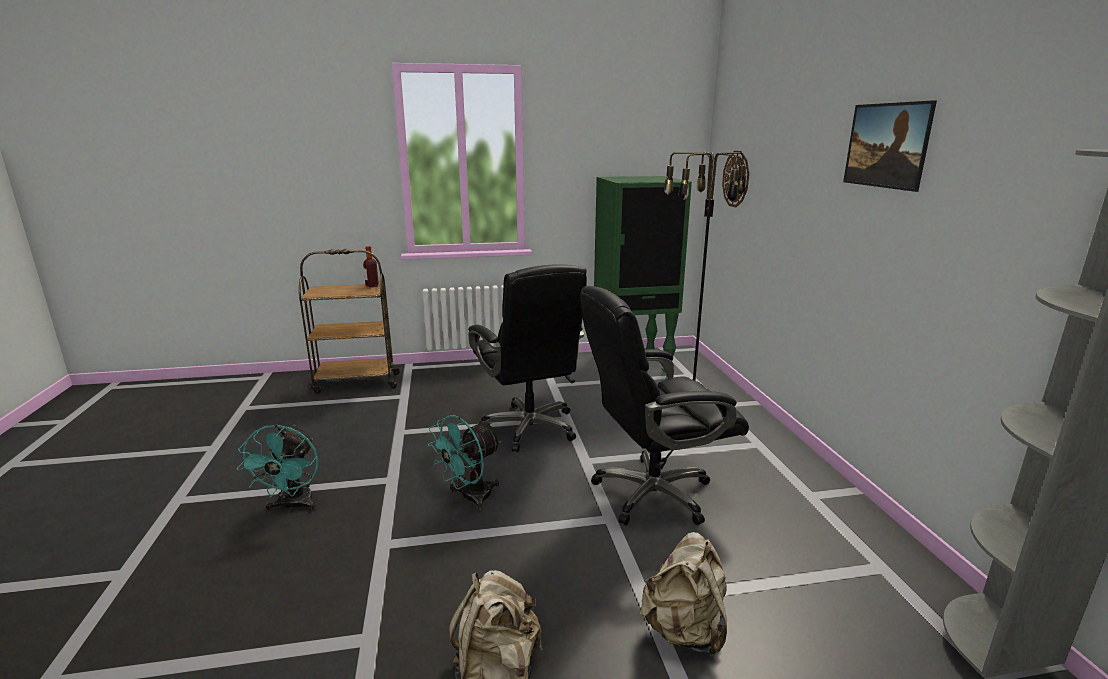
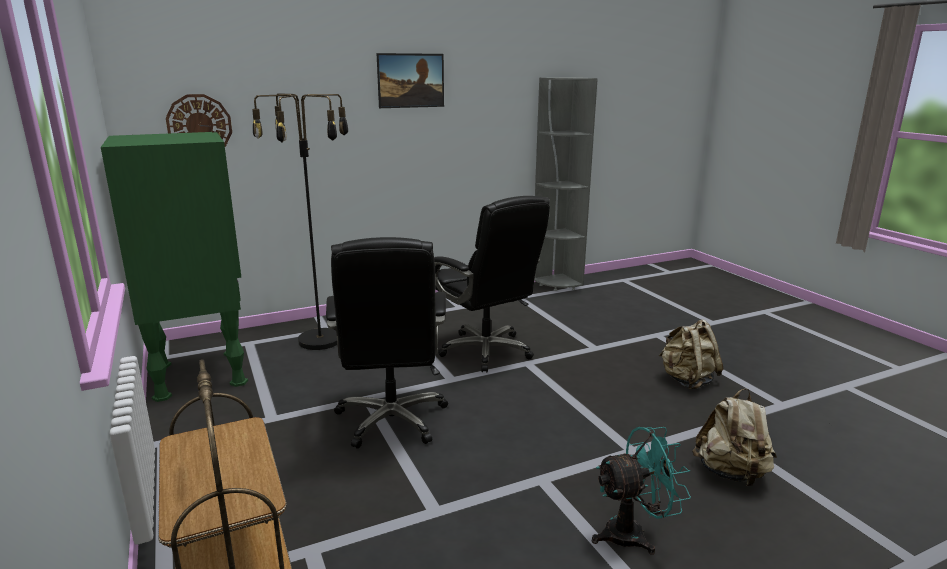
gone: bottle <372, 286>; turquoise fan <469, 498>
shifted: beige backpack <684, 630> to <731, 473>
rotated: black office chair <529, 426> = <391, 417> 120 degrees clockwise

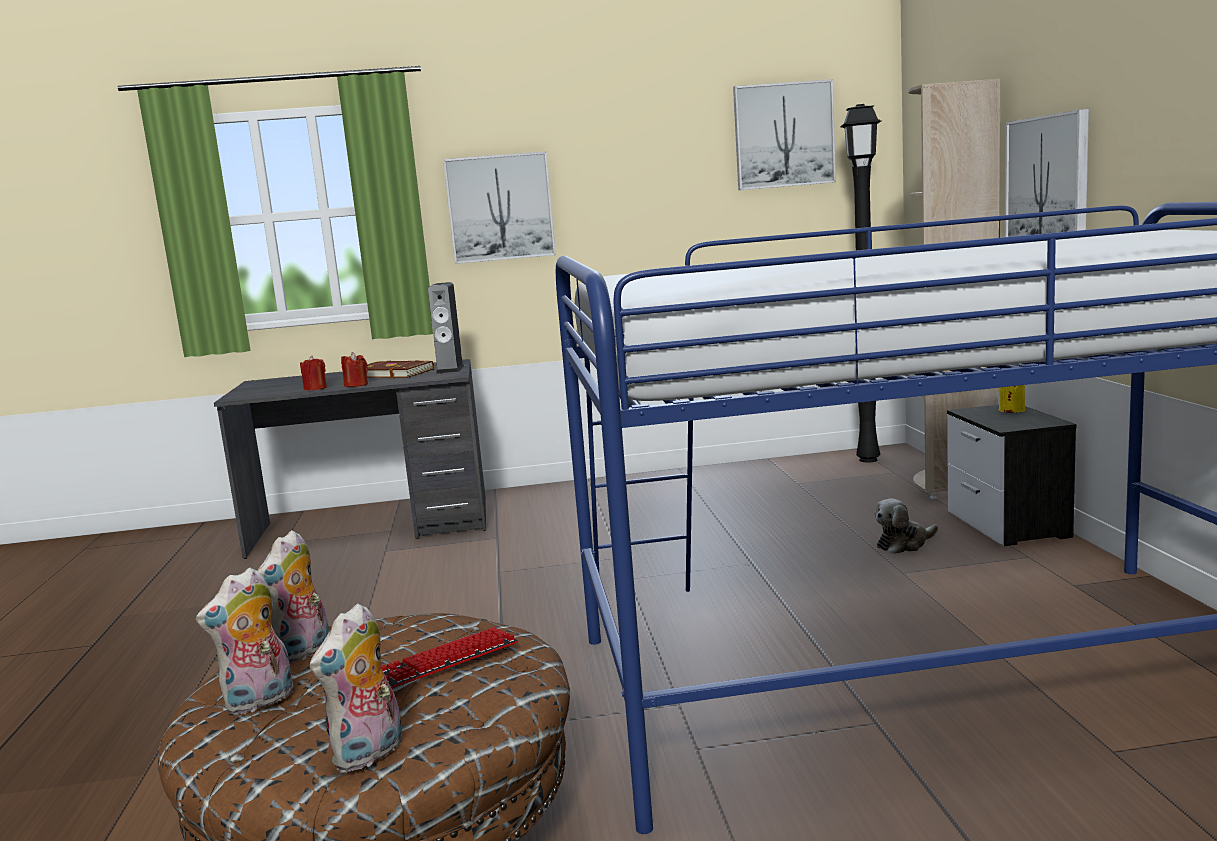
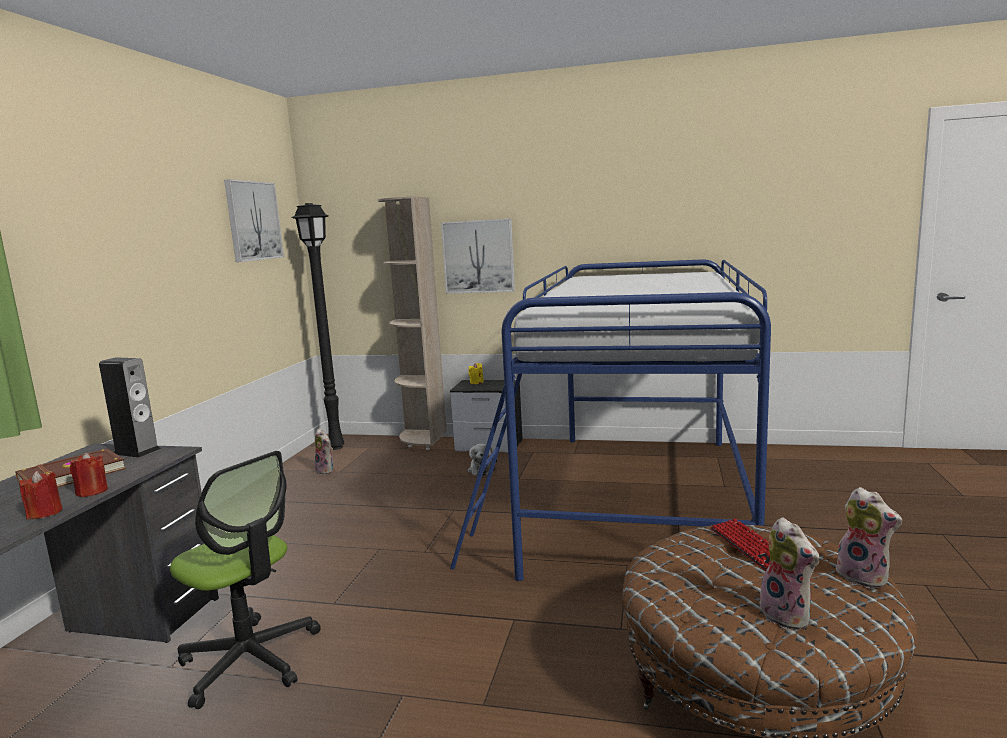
gone: picture <500, 207>
new: office chair <250, 660>
shifted: plush toy <303, 652> to <326, 471>

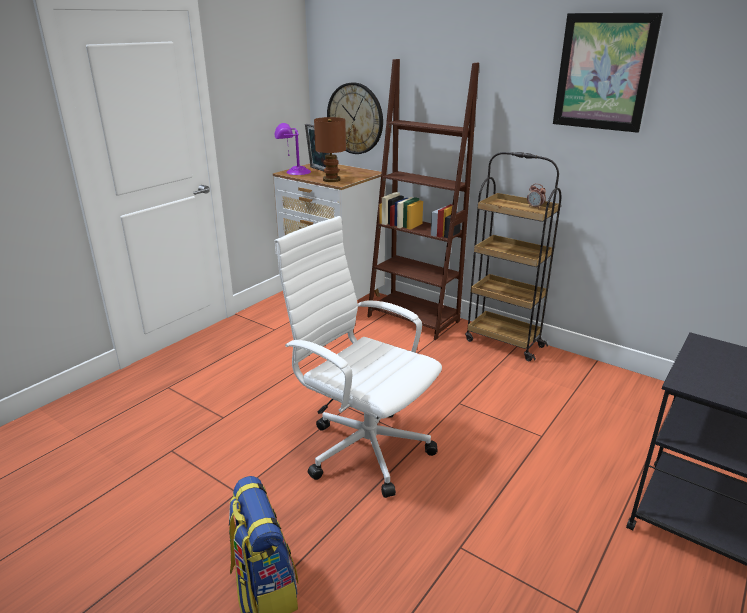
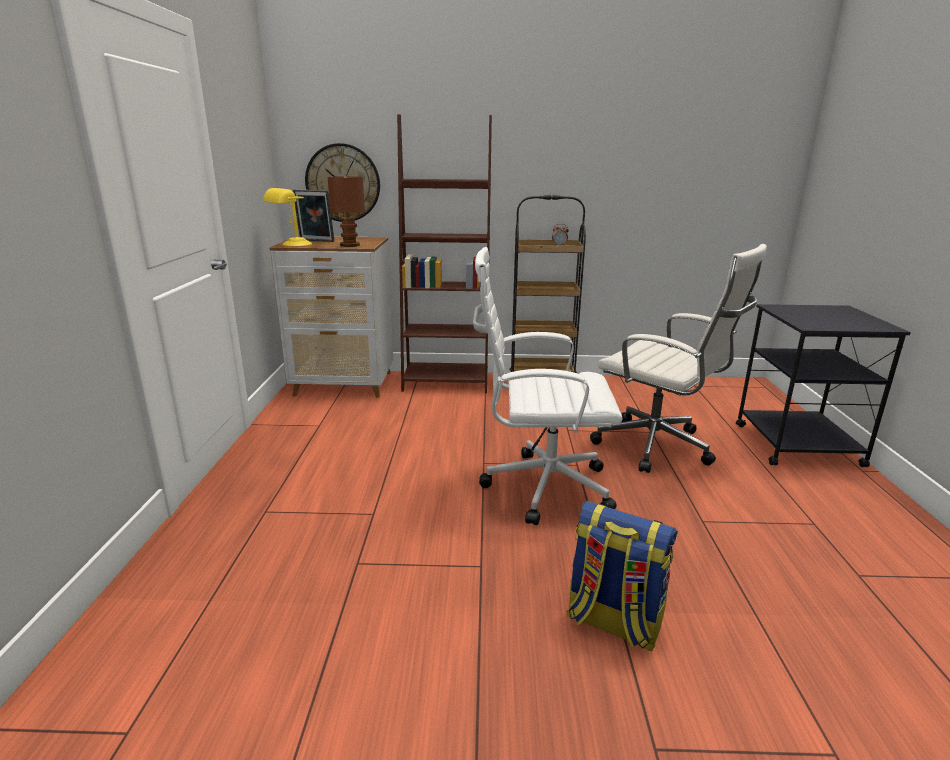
gone: picture <603, 72>
new: white office chair <658, 447>
repainted: purple table lamp <293, 172> to yellow table lamp <292, 244>

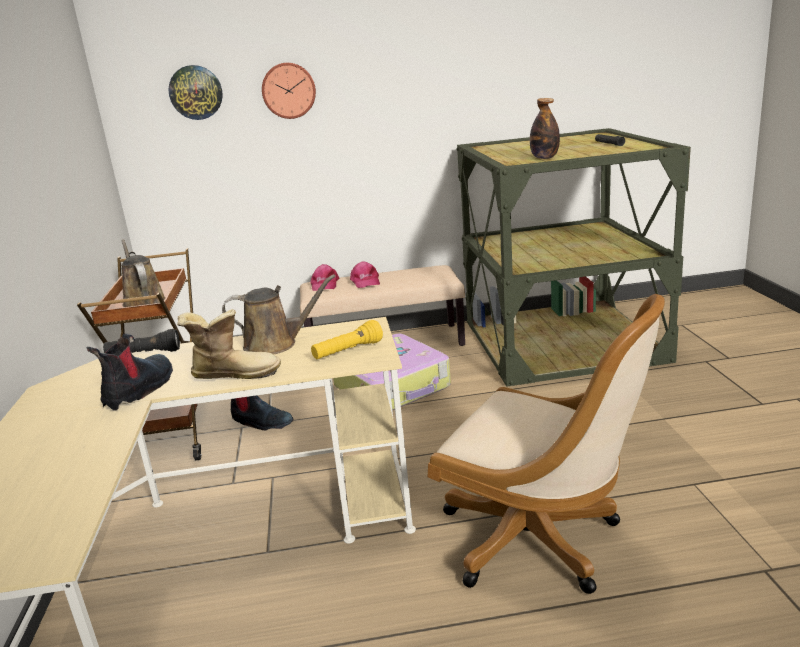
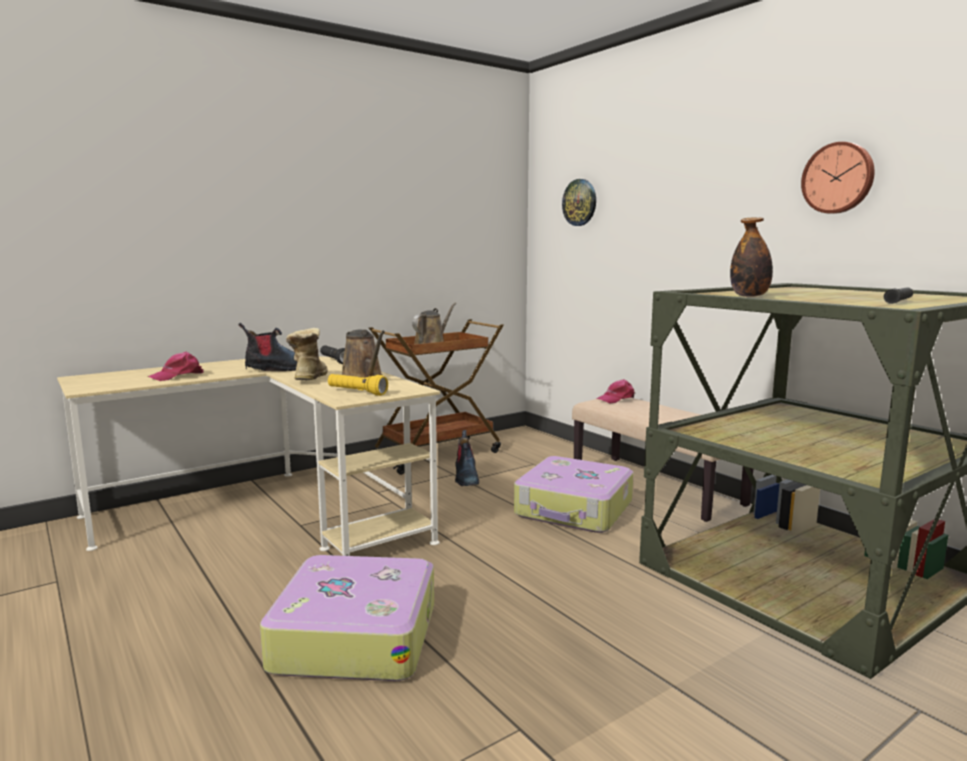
shifted: wall clock <288, 90> to <838, 178>; pink cap <365, 281> to <177, 376>
swapped: office chair <541, 540> to suitcase <355, 635>
rotated: boot <234, 373> = <308, 378> 150 degrees counterclockwise

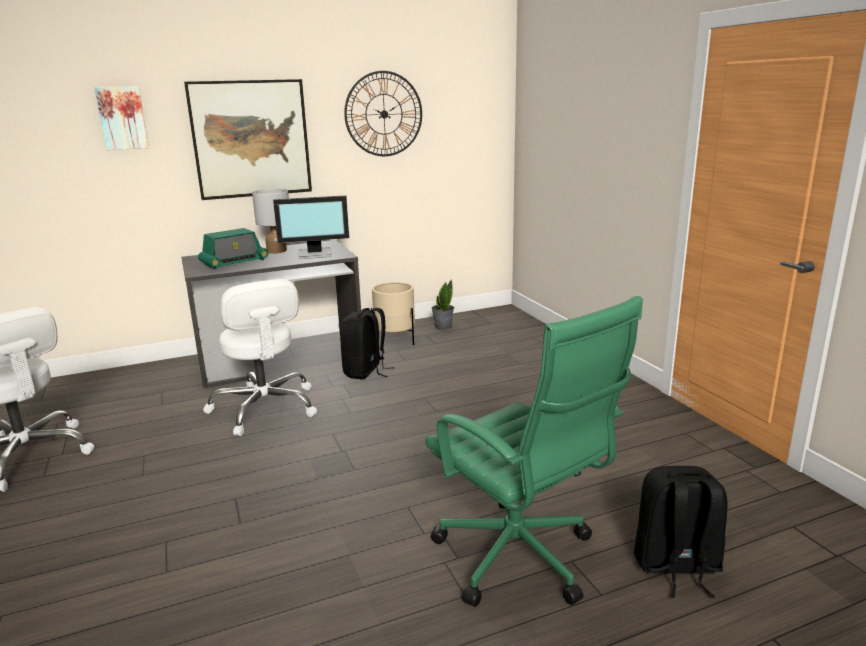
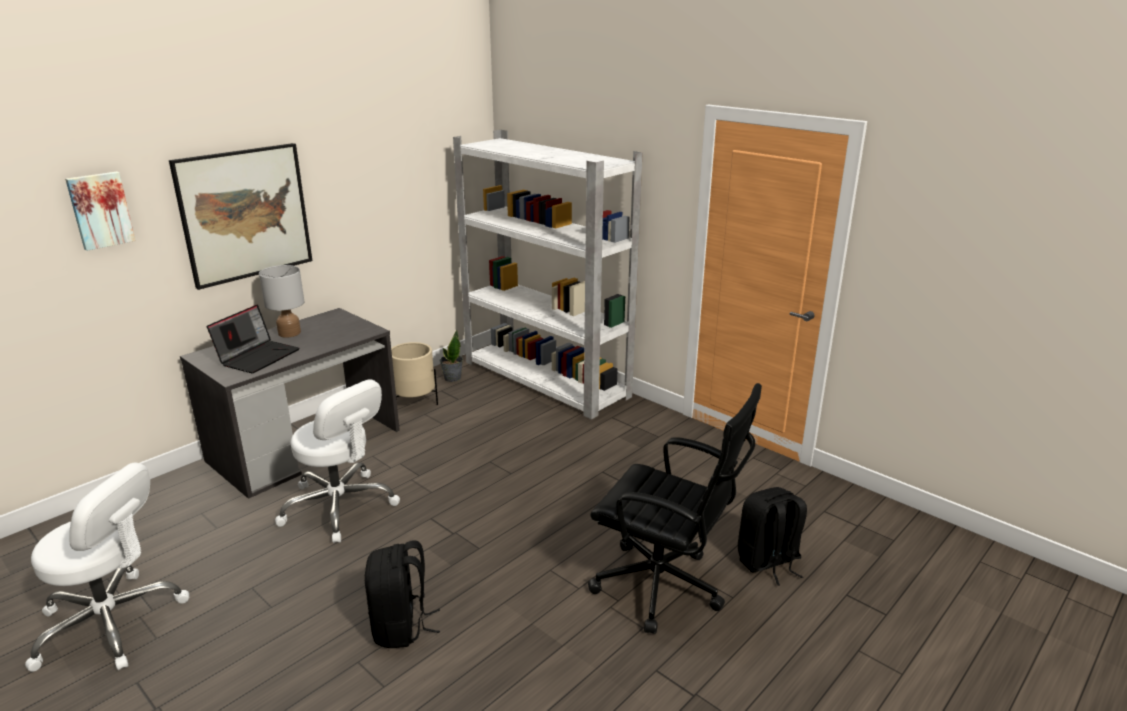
gone: wall clock <384, 114>; monitor <315, 254>
new: white bookcase <545, 379>
shifted: black backpack <366, 372> to <401, 627>
swapped: radio <234, 262> to laptop <258, 356>
repainted: green office chair <520, 560> to black office chair <664, 588>

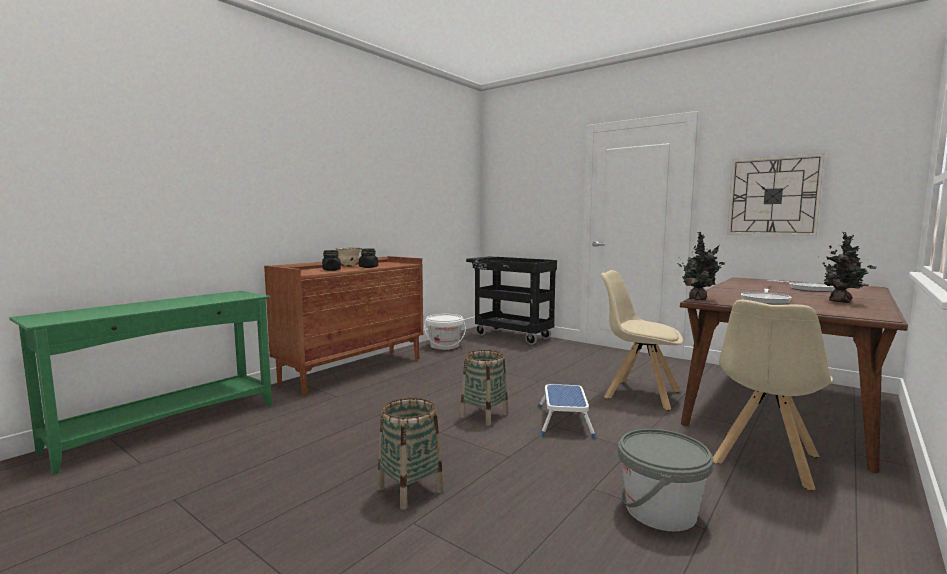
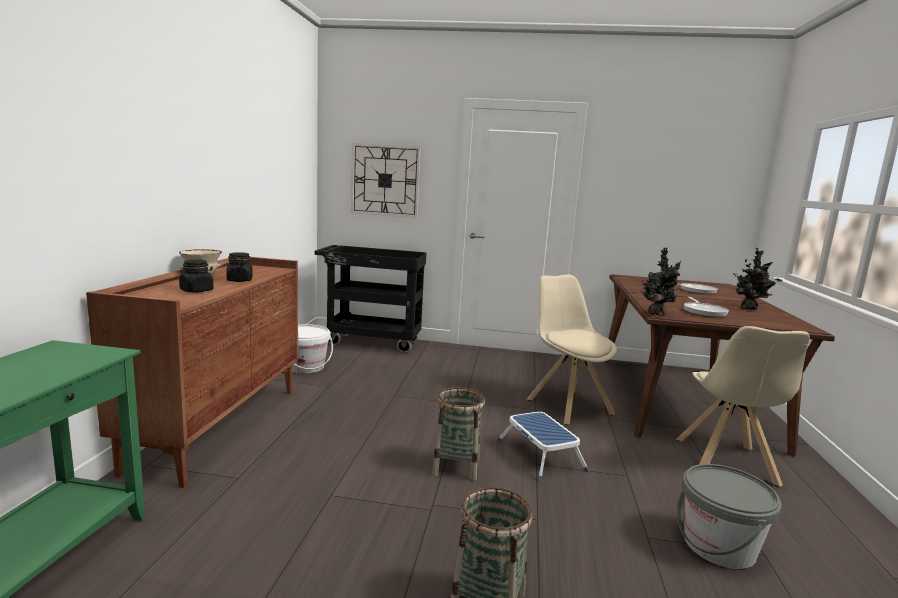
shifted: wall clock <773, 196> to <385, 180>
rotated: beige chair <638, 394> = <567, 405> 60 degrees clockwise

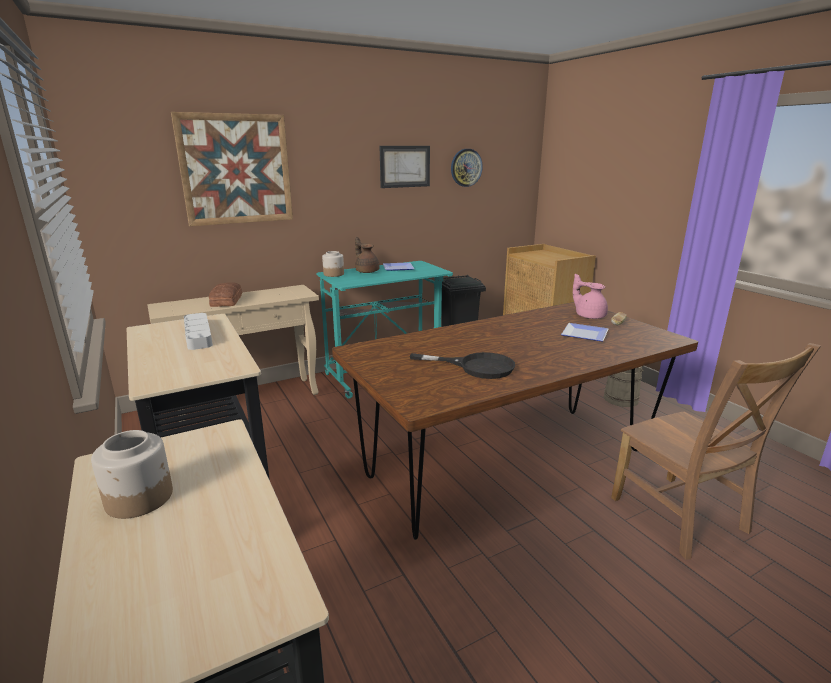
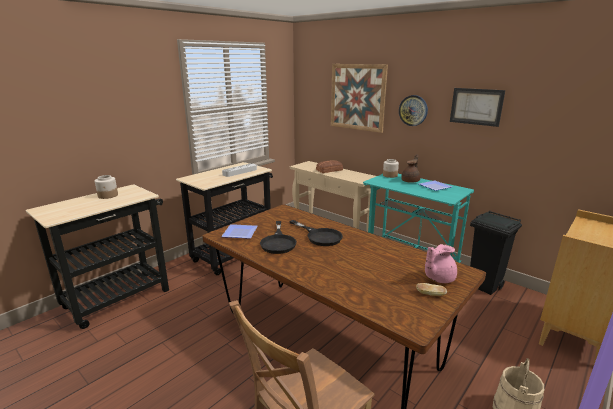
new: black frying pan <320, 236>
shifted: wall clock <466, 167> to <413, 110>; plate <583, 333> to <241, 232>
rotated: pink teapot <589, 316> = <438, 278> 150 degrees counterclockwise

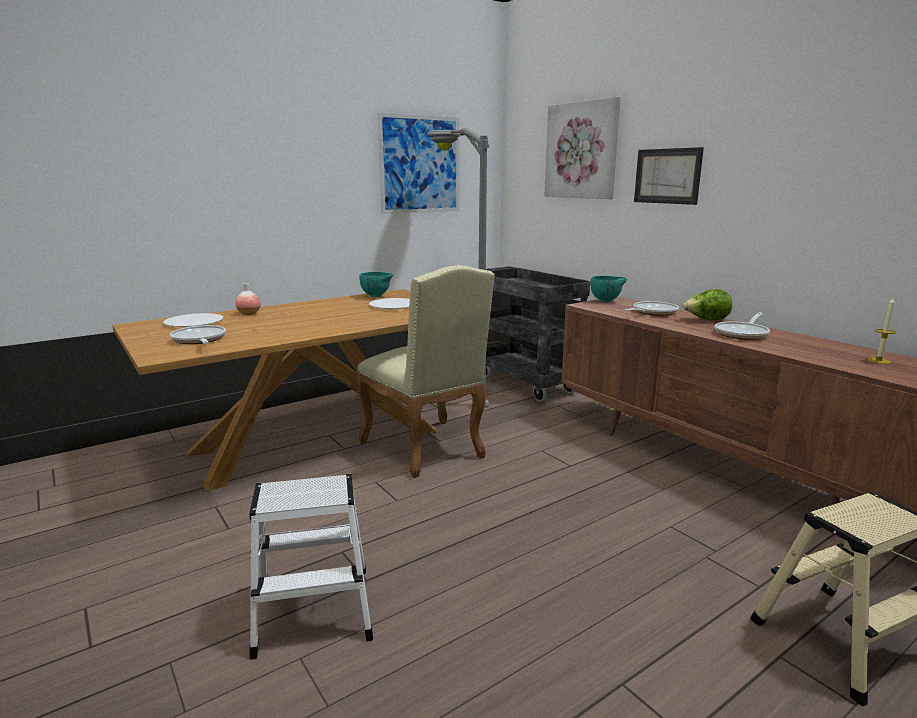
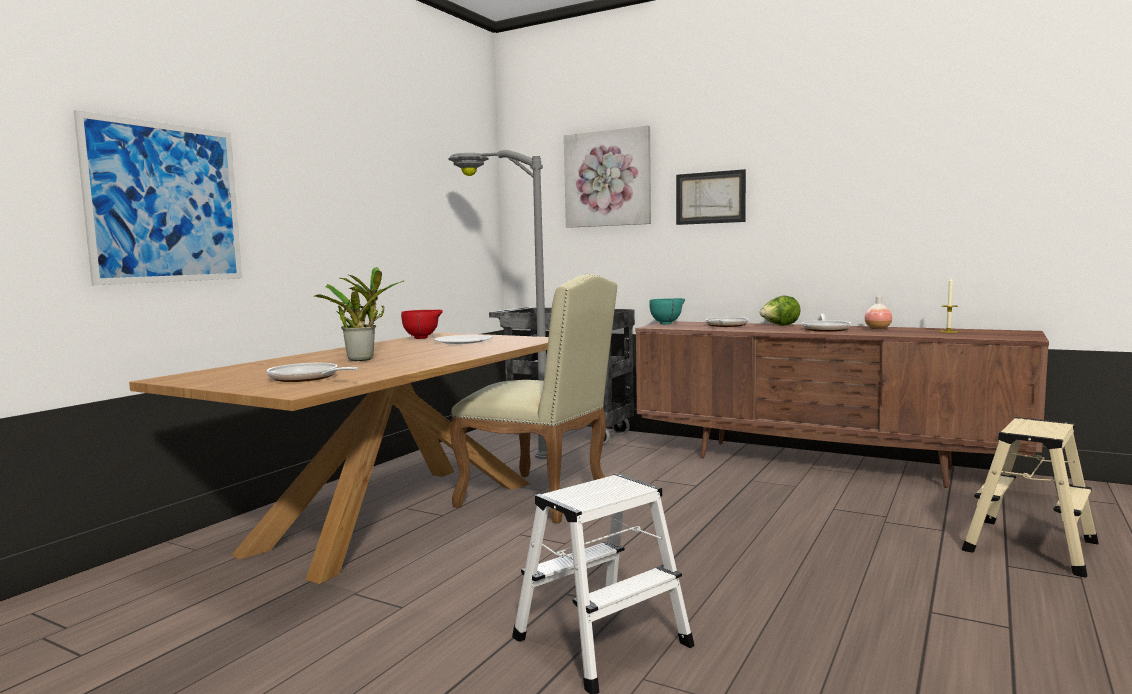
gone: white plate <194, 322>
new: potted plant <363, 359>
shifted: picture <420, 164> to <165, 203>; vase <249, 313> to <878, 329>
repainted: turquoise bowl <377, 296> to red bowl <423, 338>

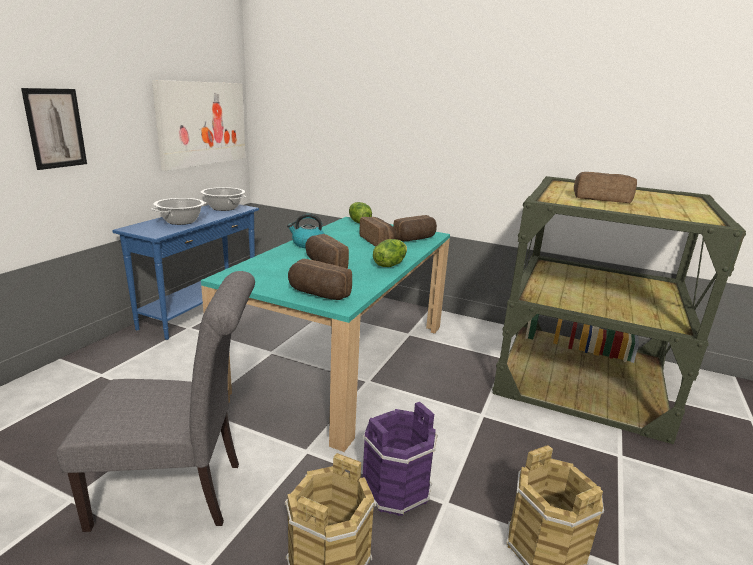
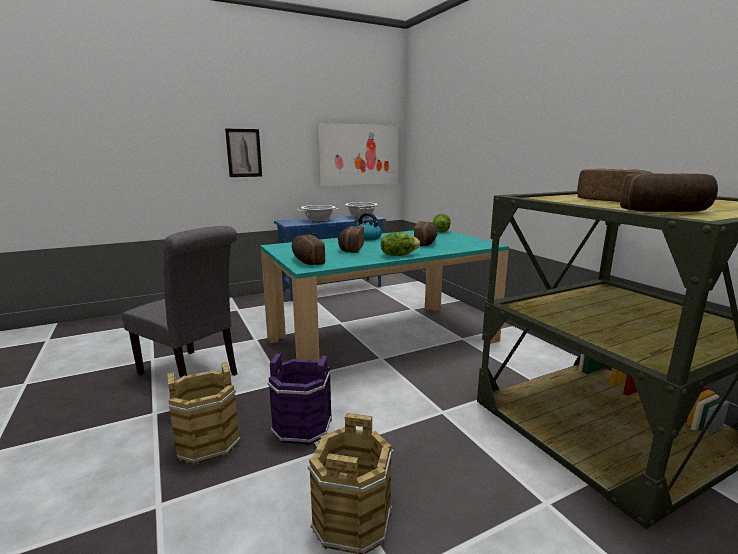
shifted: bread <415, 239> to <666, 211>

